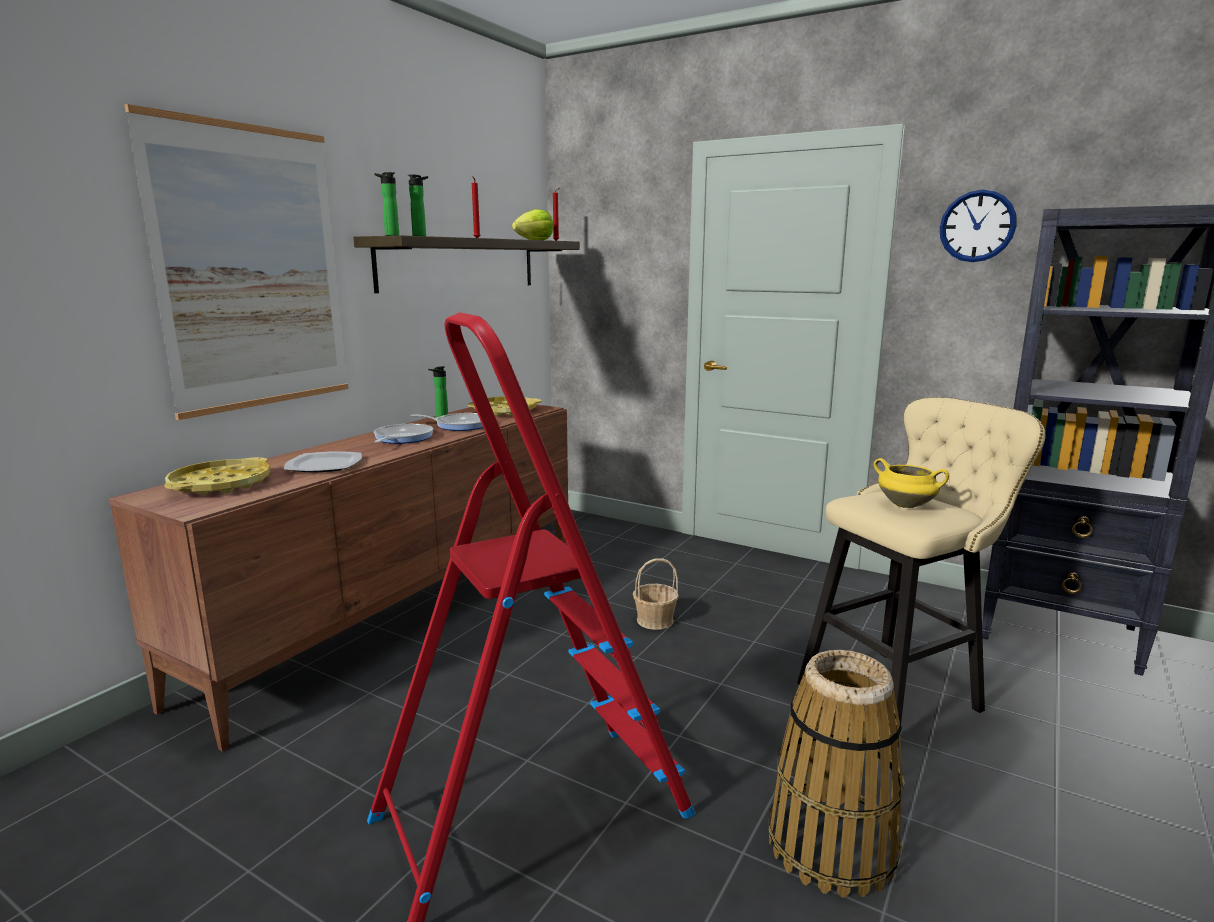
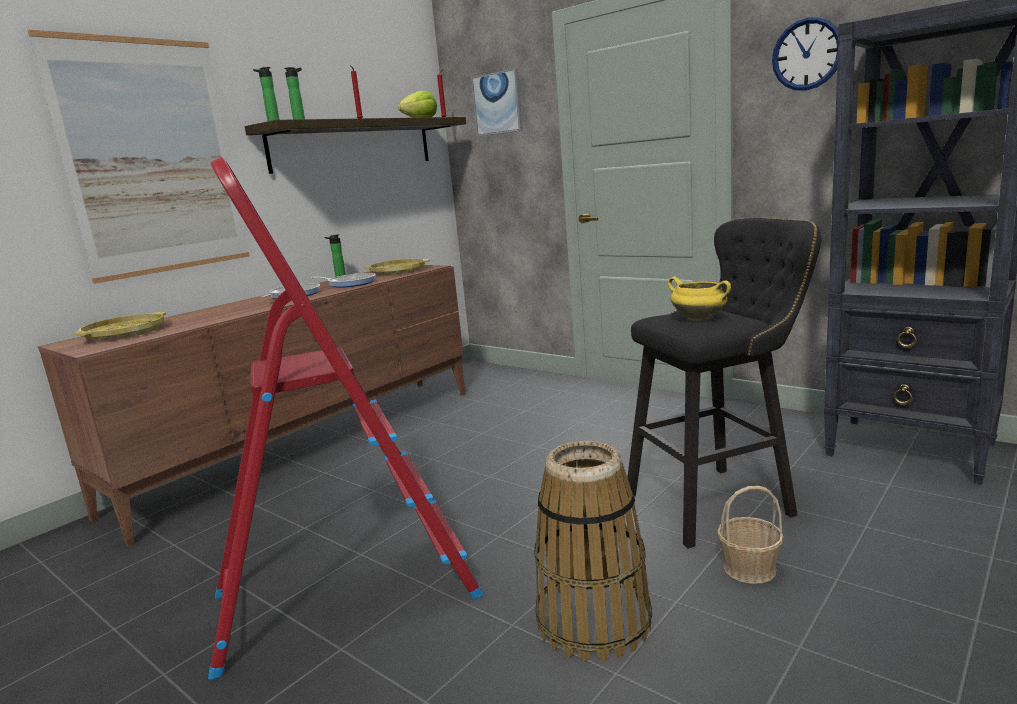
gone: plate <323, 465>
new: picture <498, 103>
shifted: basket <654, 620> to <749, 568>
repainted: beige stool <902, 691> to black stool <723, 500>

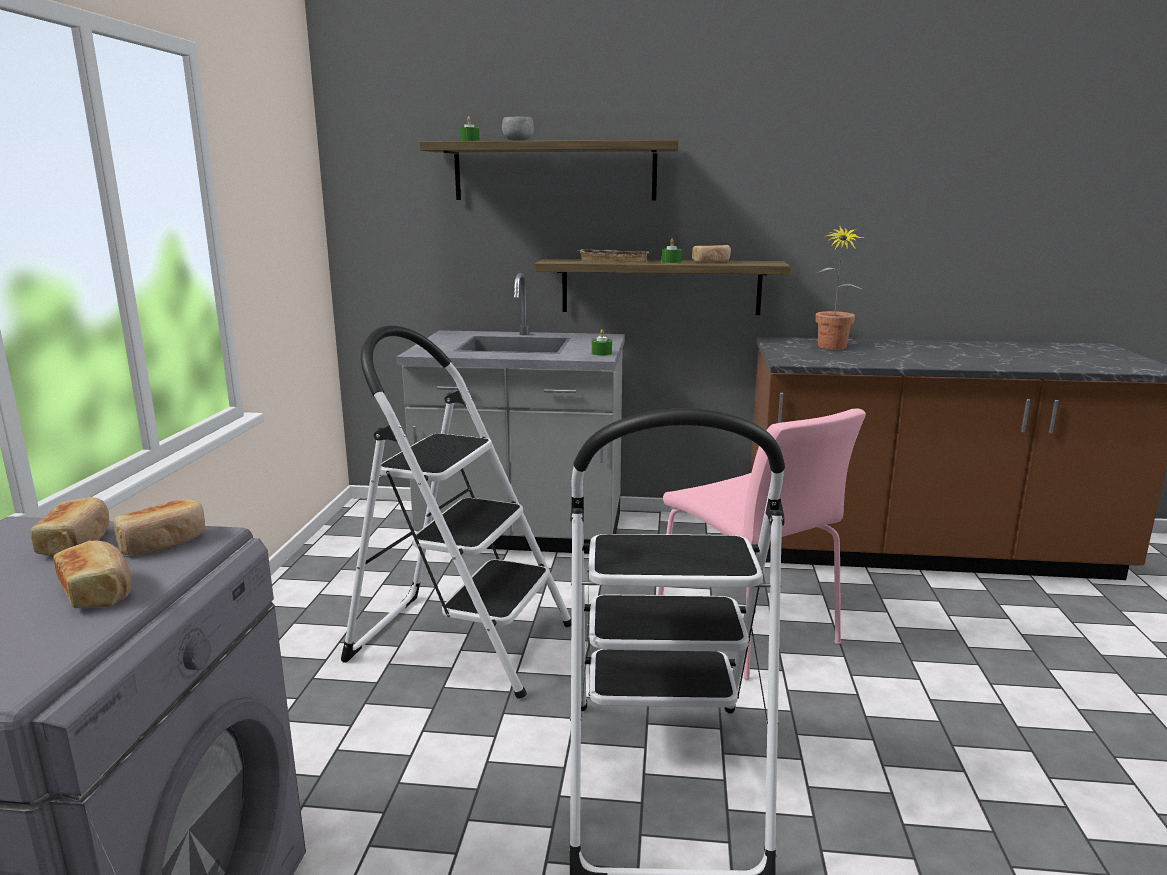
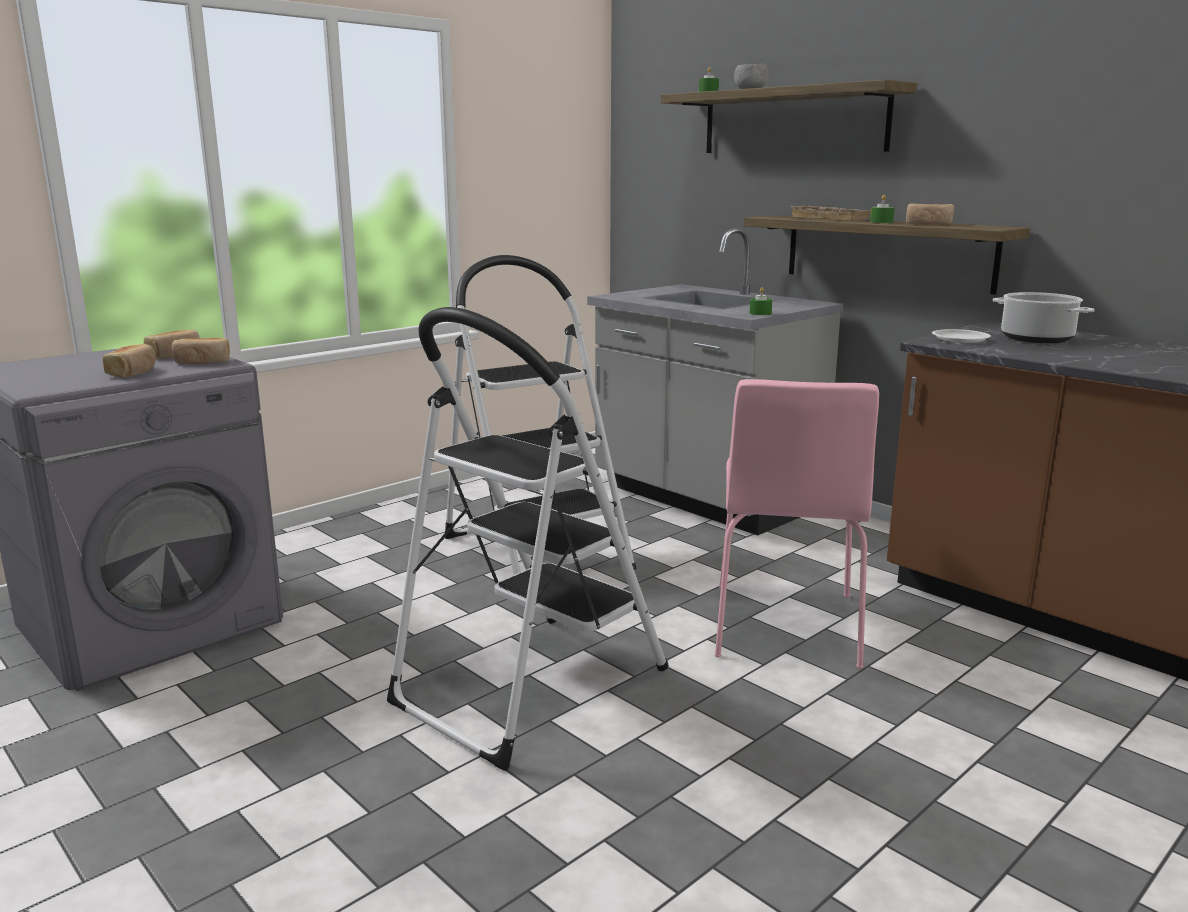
new: white plate <960, 339>
swapped: potted plant <832, 348> to cooking pot <1037, 339>

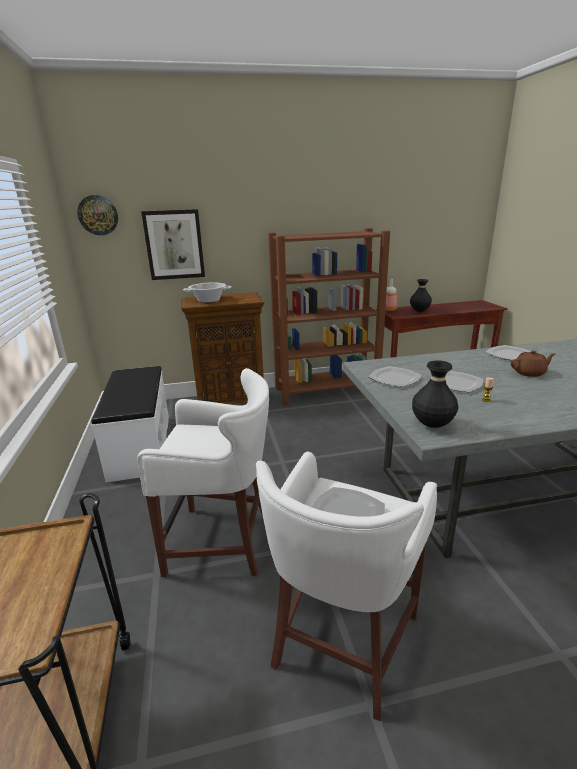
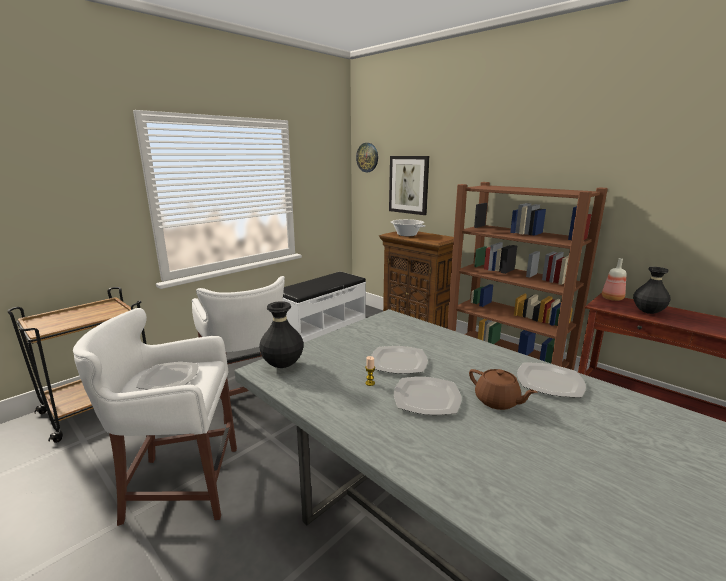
shifted: plate <394, 378> to <427, 397>

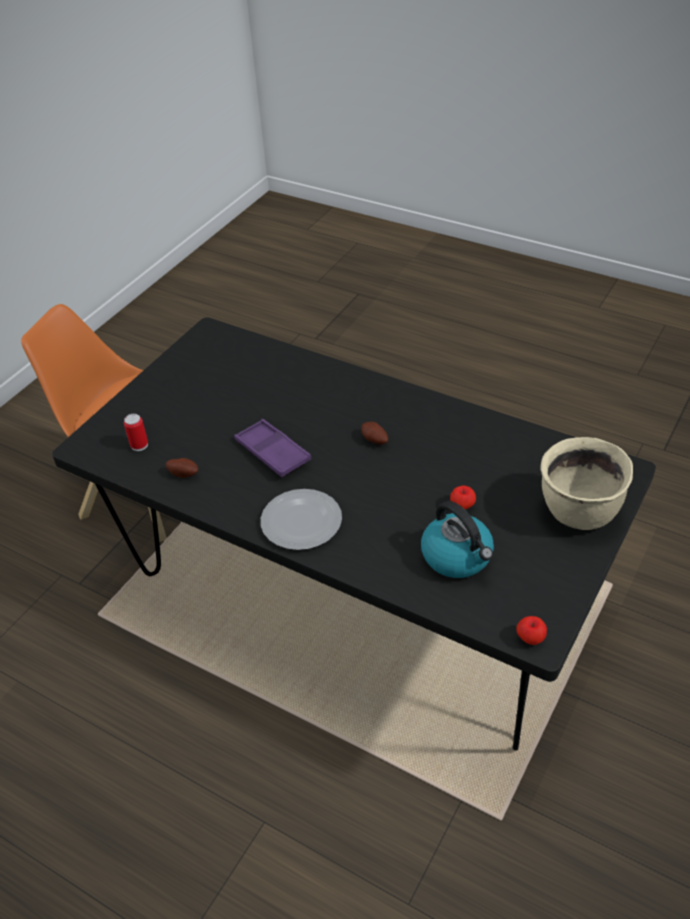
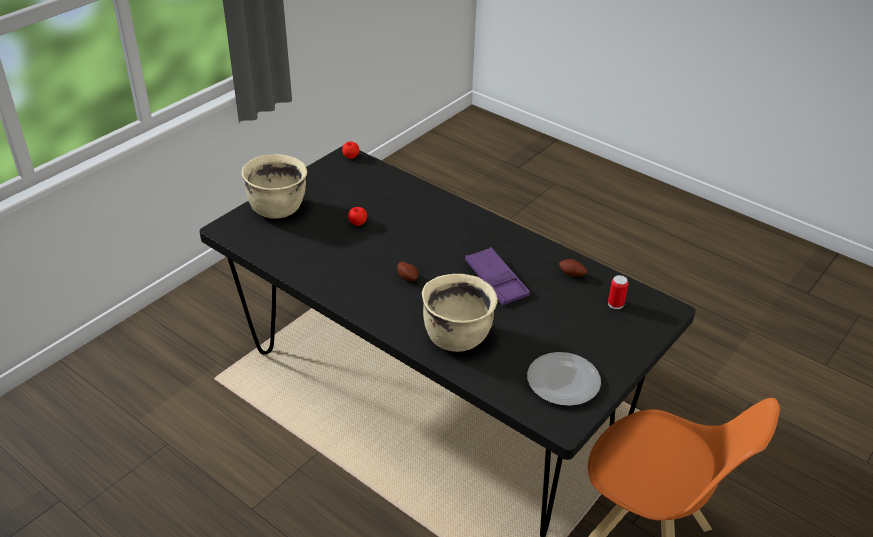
gone: kettle <458, 556>
new: beige cooking pot <456, 337>
shifted: plate <300, 522> to <564, 380>

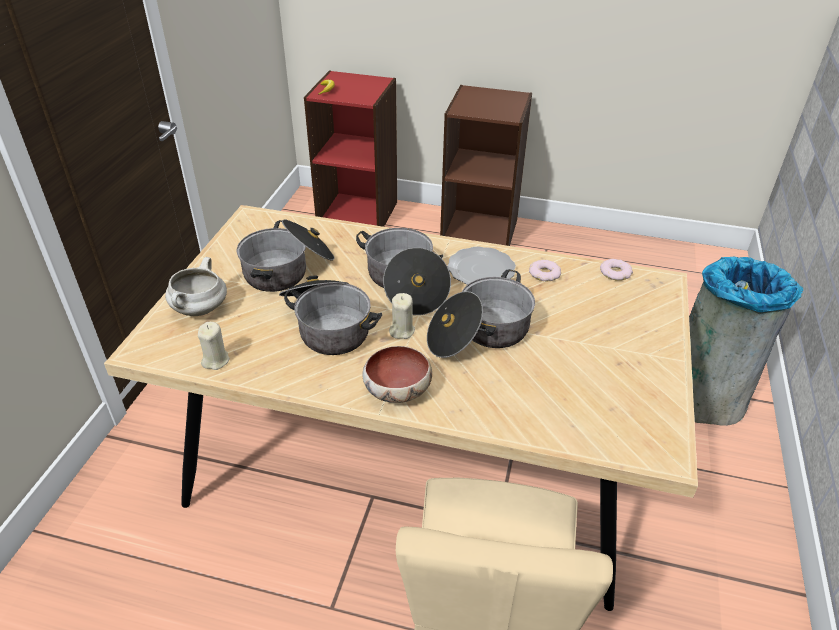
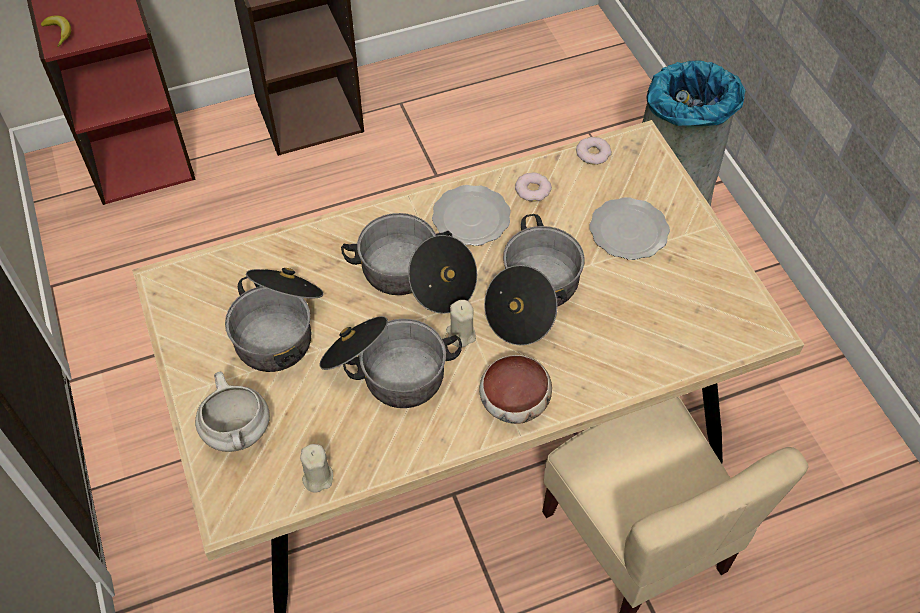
new: plate <629, 230>

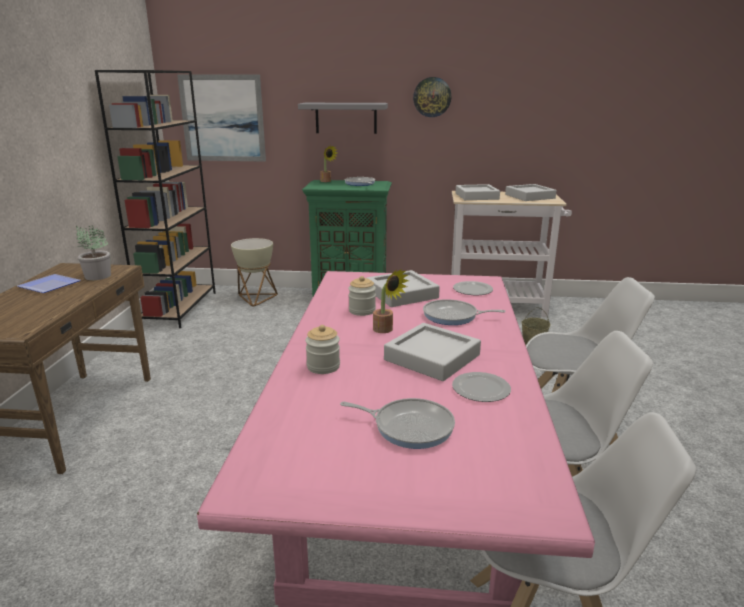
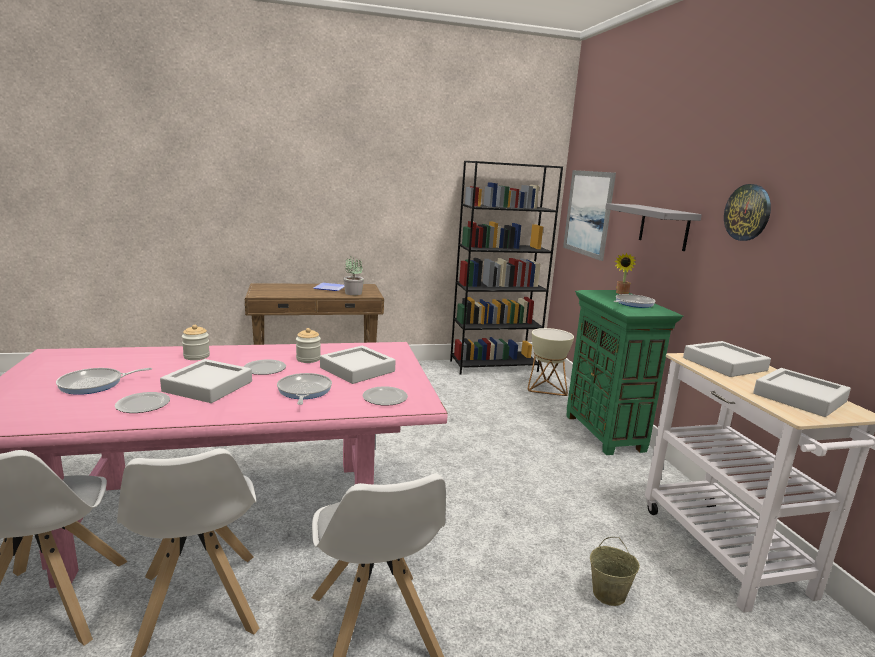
swapped: potted plant <386, 330> to plate <265, 369>
repainted: beige bookcase <179, 308> to black bookcase <494, 366>
rotated: frying pan <409, 427> = <95, 384> 60 degrees clockwise

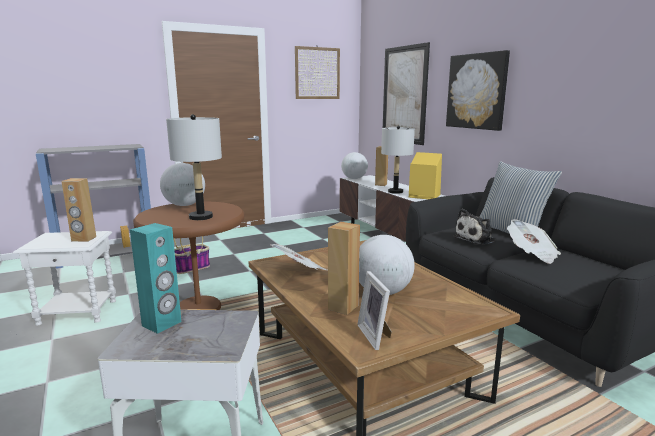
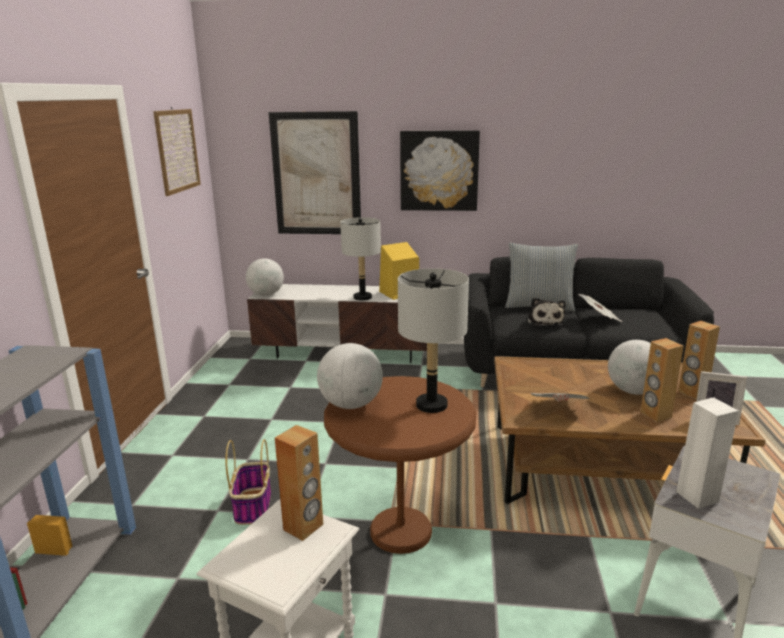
shifted: brown speaker <380, 184> to <692, 393>
repainted: turquoise speaker <162, 324> to white speaker <697, 497>

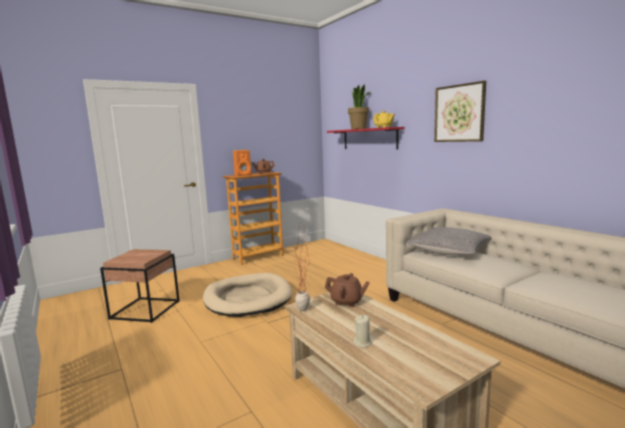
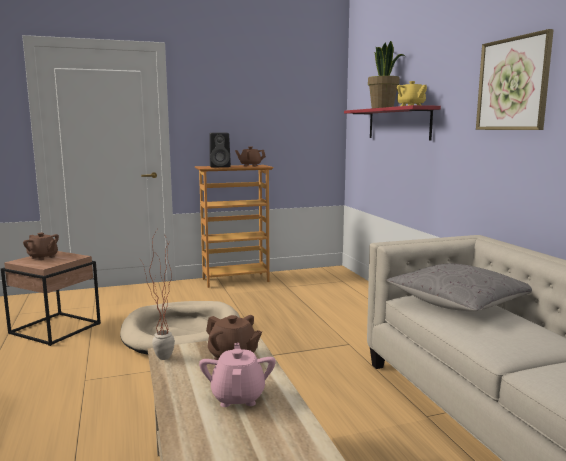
gone: beige candle <363, 343>
new: brown teapot <43, 257>; pink teapot <238, 396>
repainted: orange speaker <243, 175> to black speaker <220, 166>

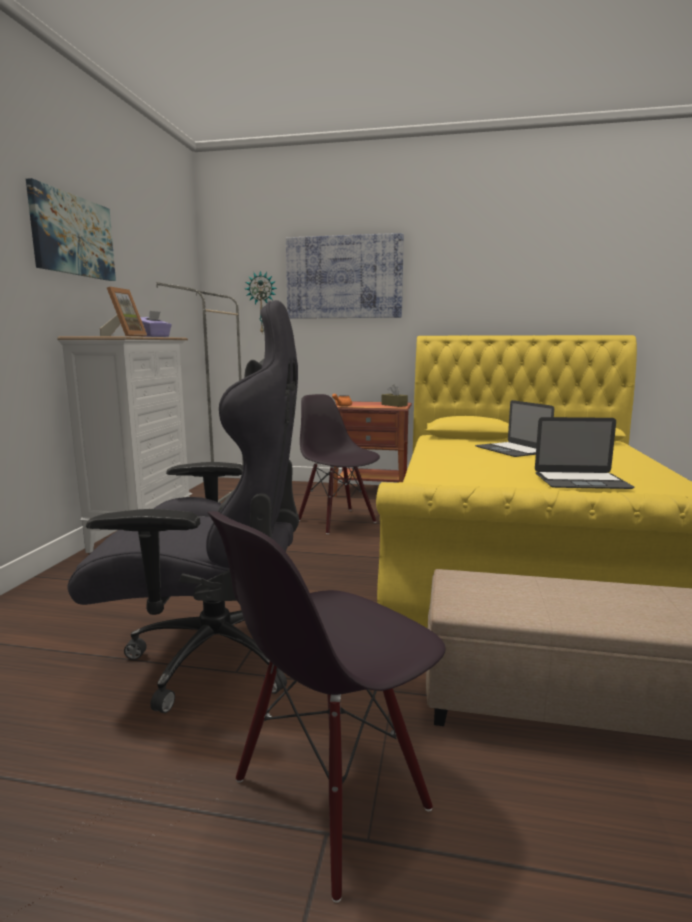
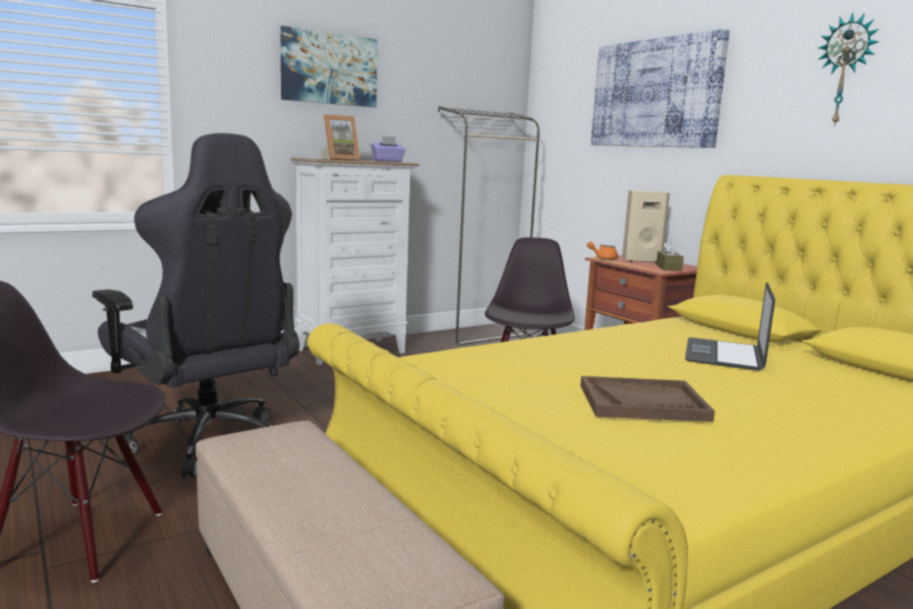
new: beige speaker <640, 260>
shifted: wall clock <262, 303> to <845, 70>
swapped: laptop <581, 480> to brown tray <643, 402>

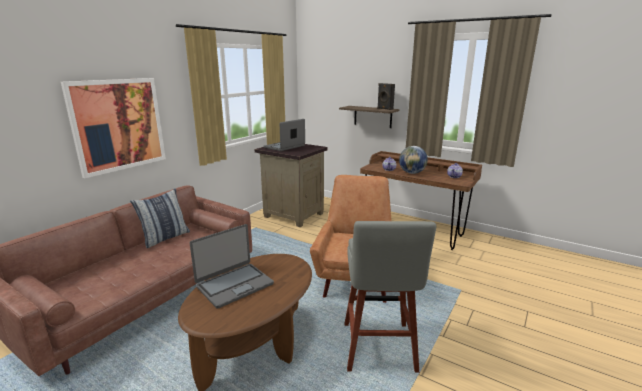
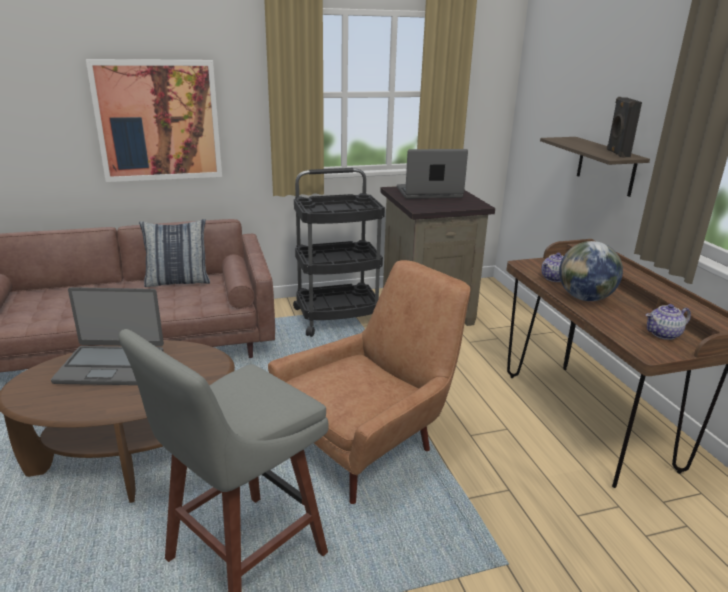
new: black cart <337, 318>

